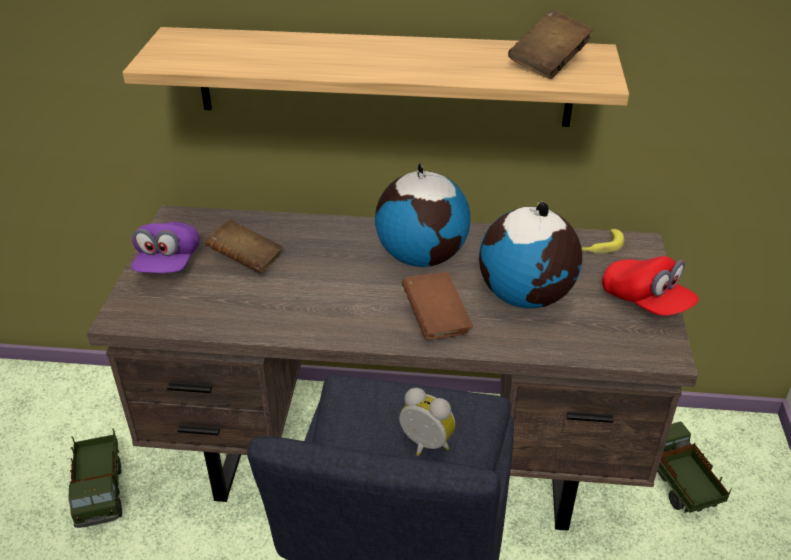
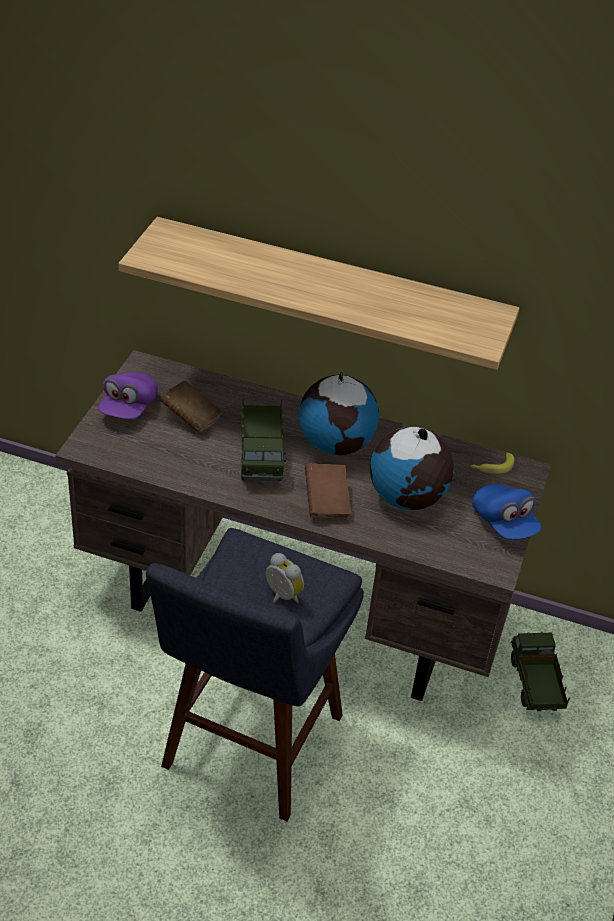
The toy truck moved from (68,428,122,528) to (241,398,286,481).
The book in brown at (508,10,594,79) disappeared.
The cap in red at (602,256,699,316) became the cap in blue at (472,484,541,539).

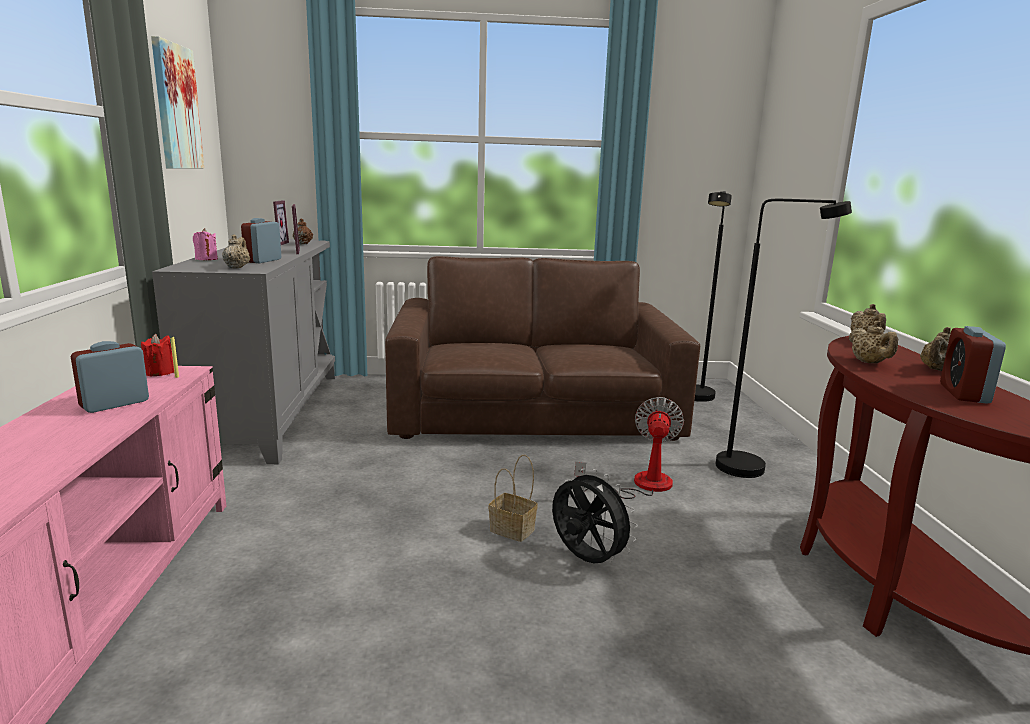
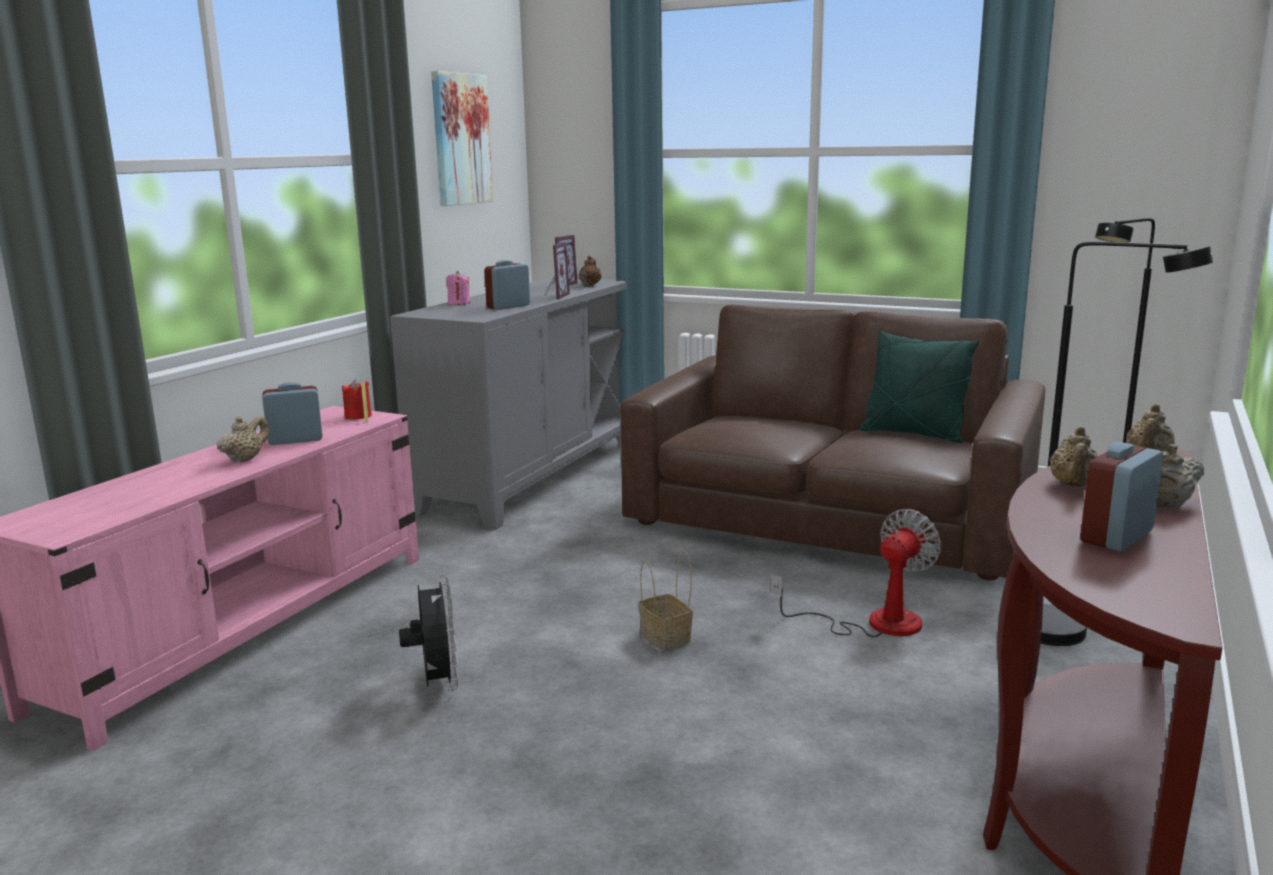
The teapot in beige moved from (222,234,250,269) to (217,416,269,463).
The fan in black moved from (552,469,638,563) to (399,575,459,691).
The pillow in green at (860,330,979,443) appeared.

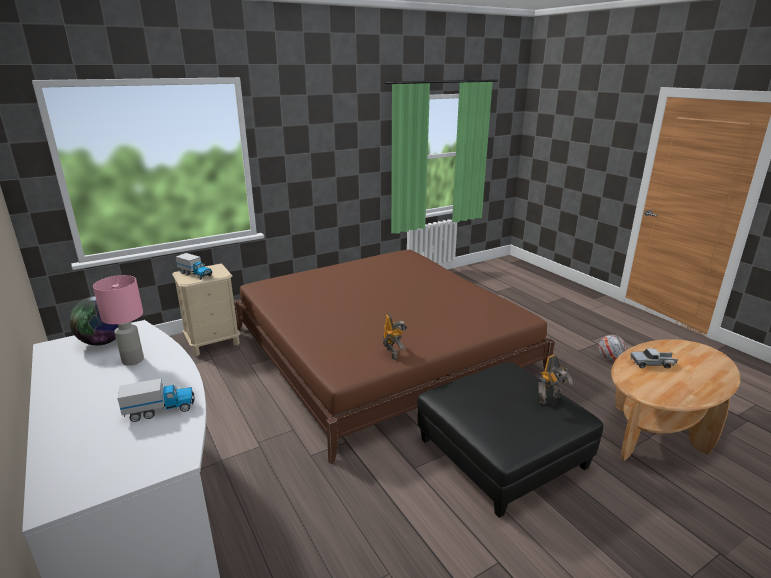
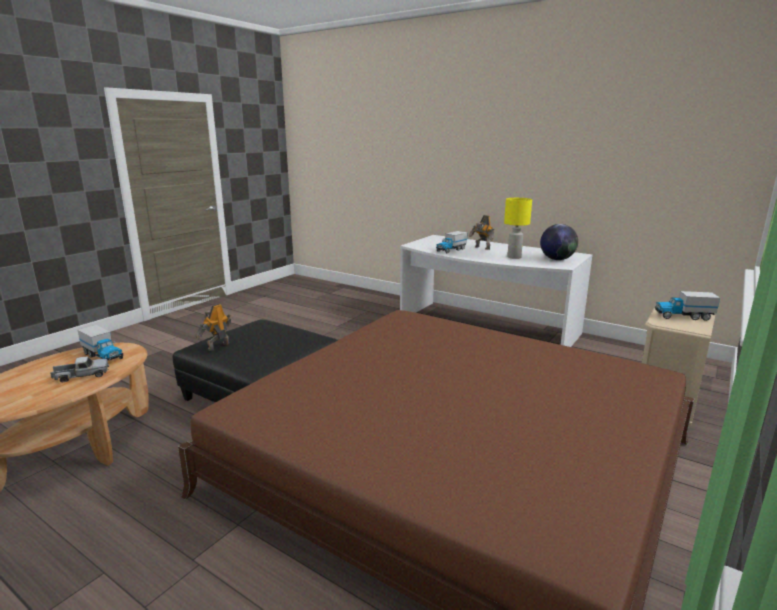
The table lamp in pink at (93,275,144,366) became the table lamp in yellow at (504,198,532,259).
The toy robot moved from (383,314,407,360) to (469,215,494,250).
The football at (598,335,626,361) disappeared.
The toy truck at (78,325,123,360) appeared.

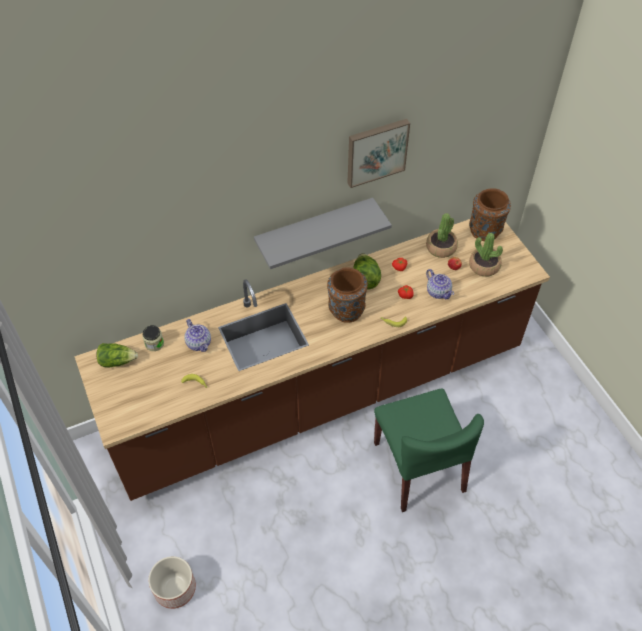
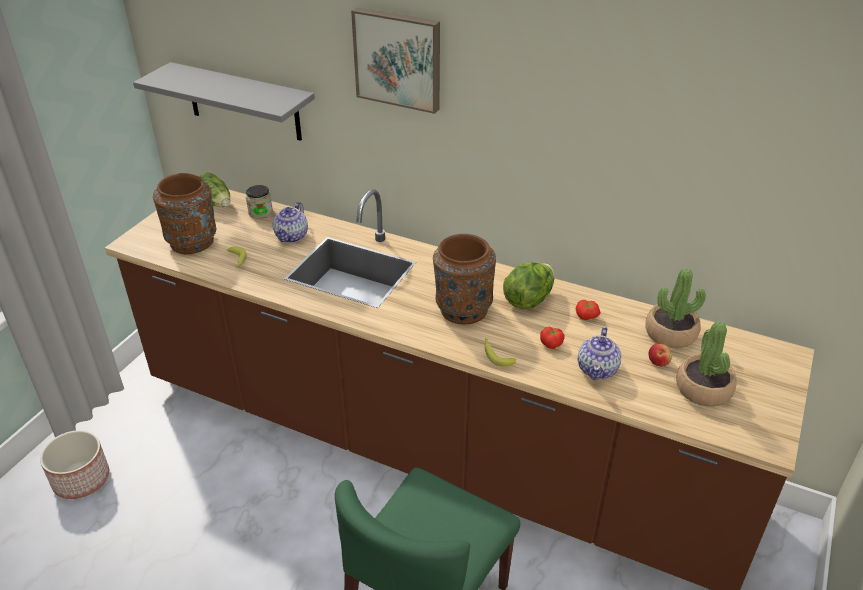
The shelf in grey moved from (254,198,392,269) to (133,62,315,141).
The picture moved from (347,119,410,188) to (351,7,440,114).
The vase in brown moved from (469,188,511,241) to (153,173,216,254).

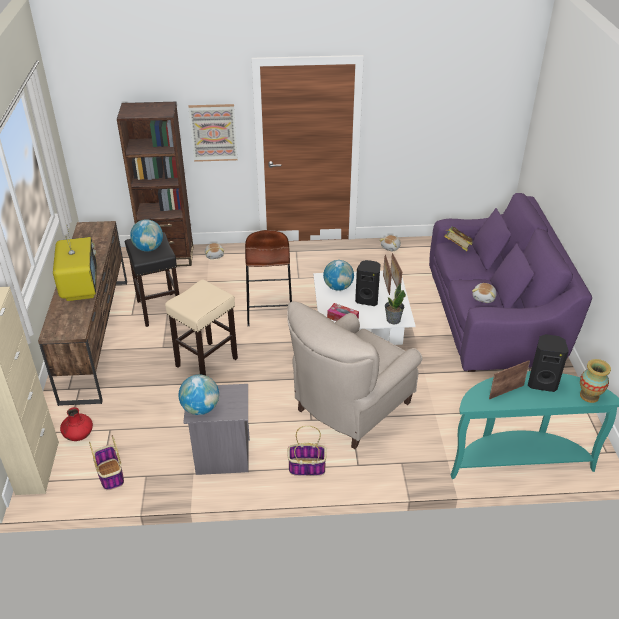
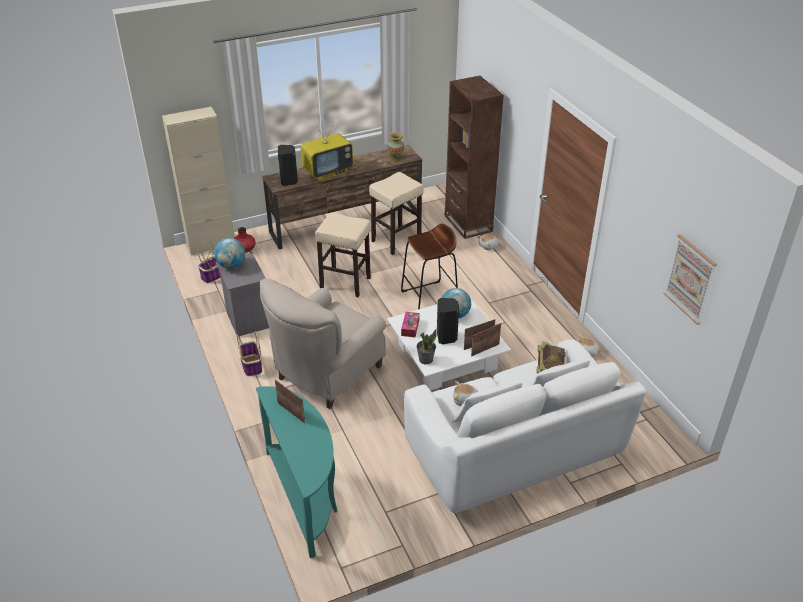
The stool in black at (125,232,179,327) became the stool in beige at (369,172,424,255).
The globe at (130,219,163,252) disappeared.
The picture moved from (188,104,238,162) to (663,234,717,325).
The armchair in beige at (287,301,422,449) turned 75 degrees counterclockwise.
The sofa in purple at (429,193,592,372) became the sofa in white at (404,339,646,513).
The speaker in black moved from (528,334,569,392) to (278,145,298,186).
The vase moved from (580,359,611,403) to (387,132,404,162).

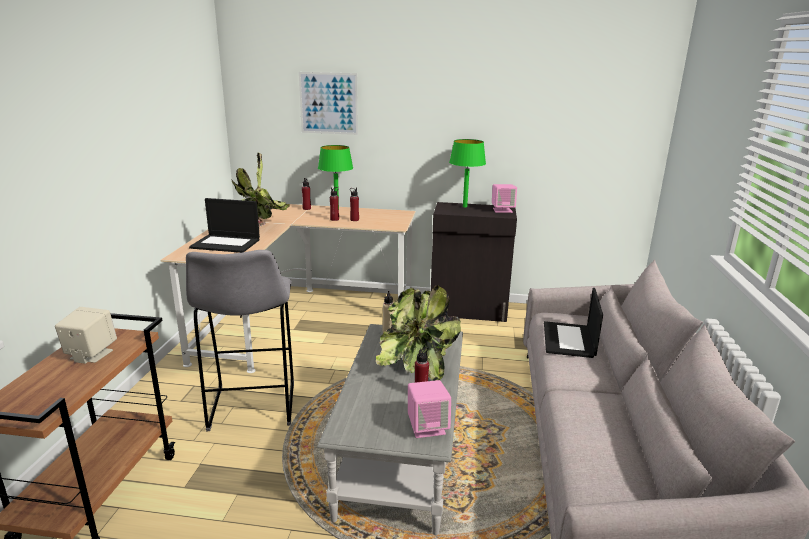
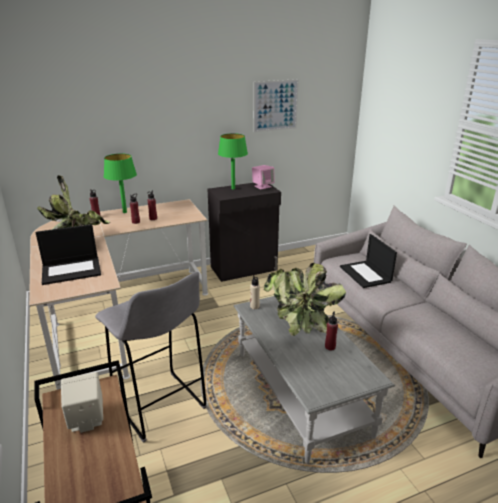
The picture moved from (299,72,358,135) to (254,79,299,132).
The speaker in pink at (408,380,451,438) disappeared.

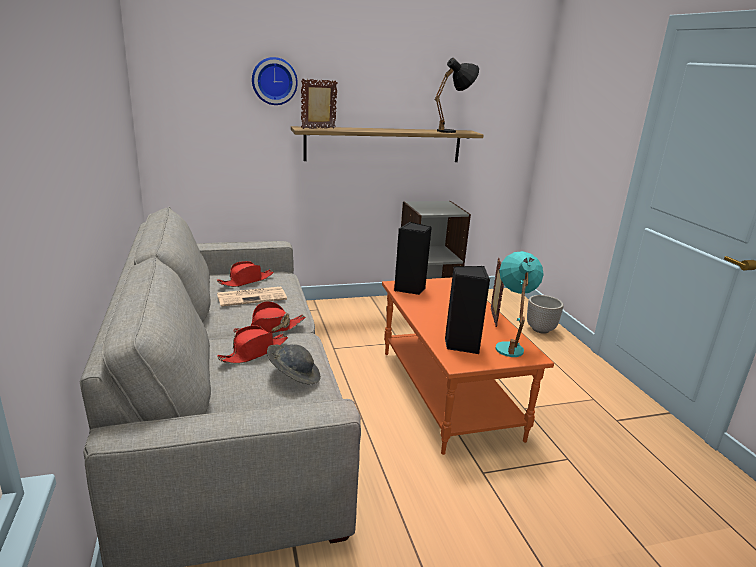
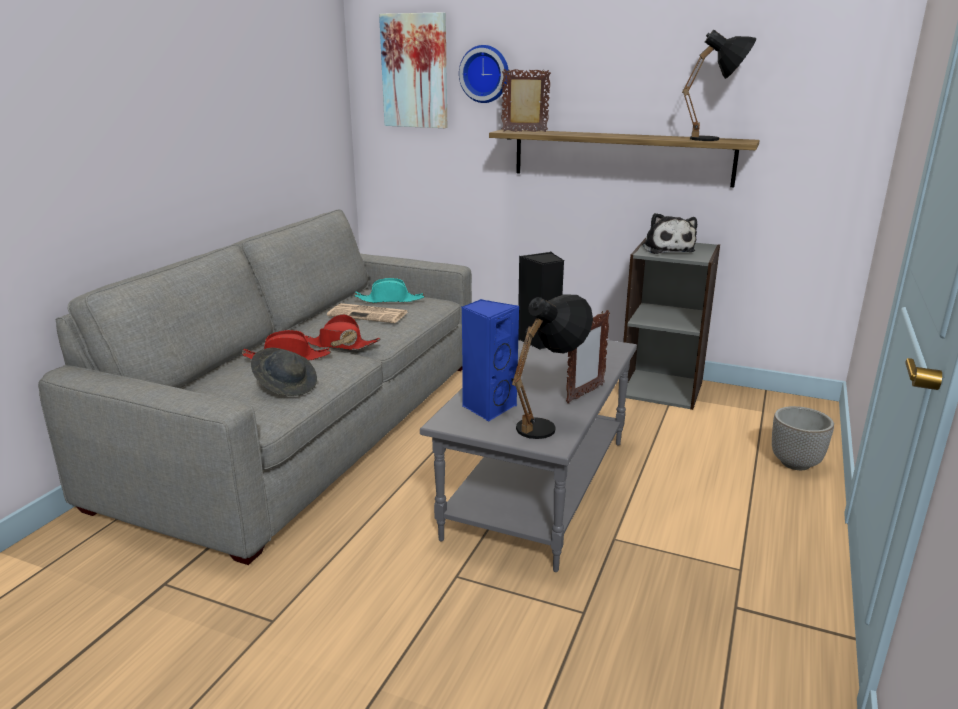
The hat in red at (217,261,274,287) became the hat in turquoise at (354,278,425,303).
The coffee table in orange at (382,278,554,455) became the coffee table in grey at (420,340,637,572).
The speaker in black at (445,266,490,354) became the speaker in blue at (462,299,519,422).
The table lamp in turquoise at (495,251,544,357) became the table lamp in black at (511,294,593,439).
The picture at (379,12,447,128) appeared.
The plush toy at (642,213,697,254) appeared.

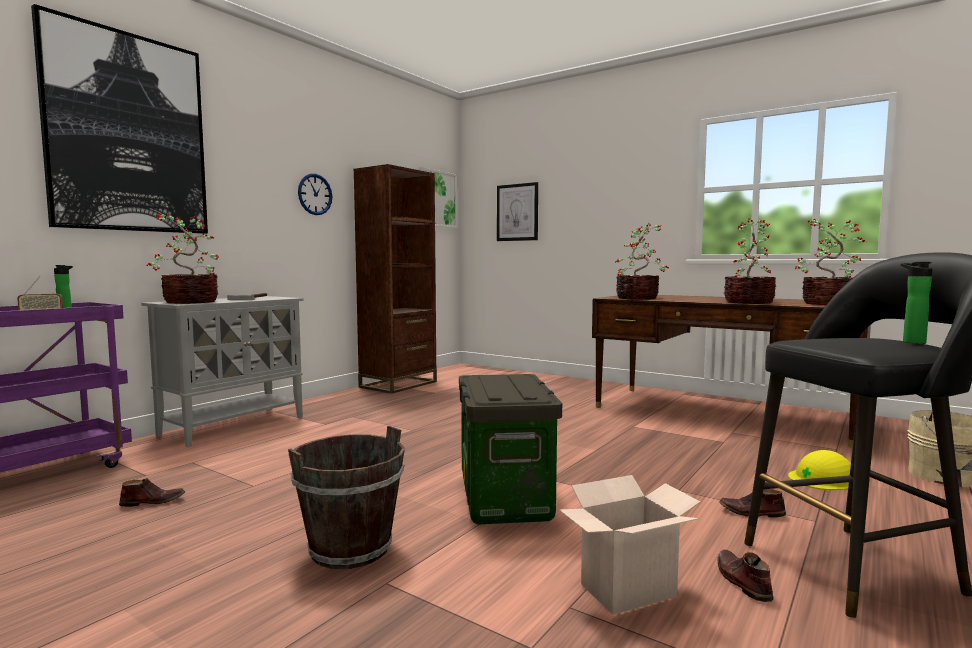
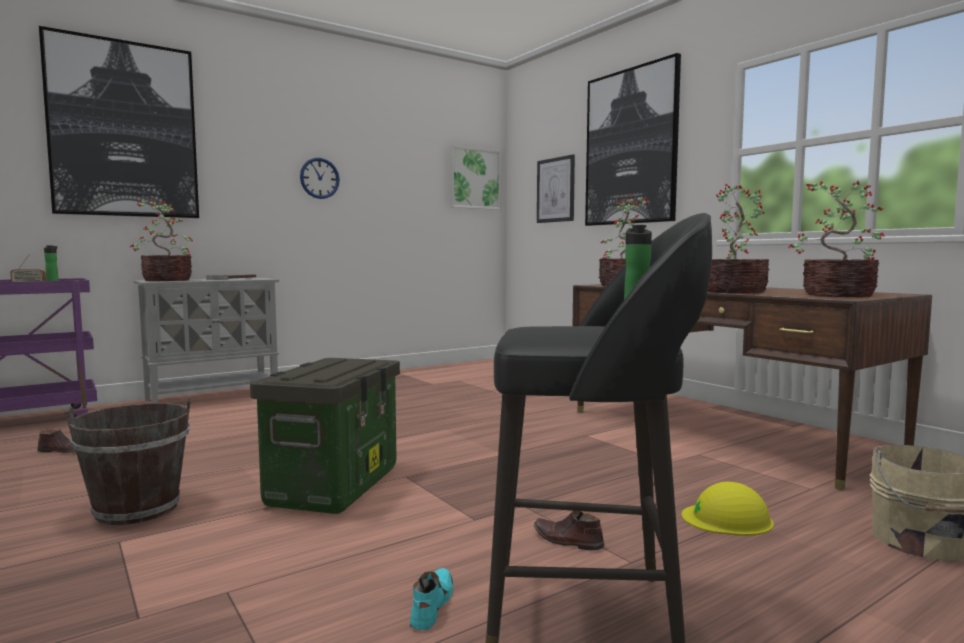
The bookcase in brown at (353,164,437,394) disappeared.
The cardboard box at (559,475,700,615) disappeared.
The shoe in brown at (717,550,773,602) became the shoe in turquoise at (410,568,453,630).
The picture at (585,53,681,226) appeared.

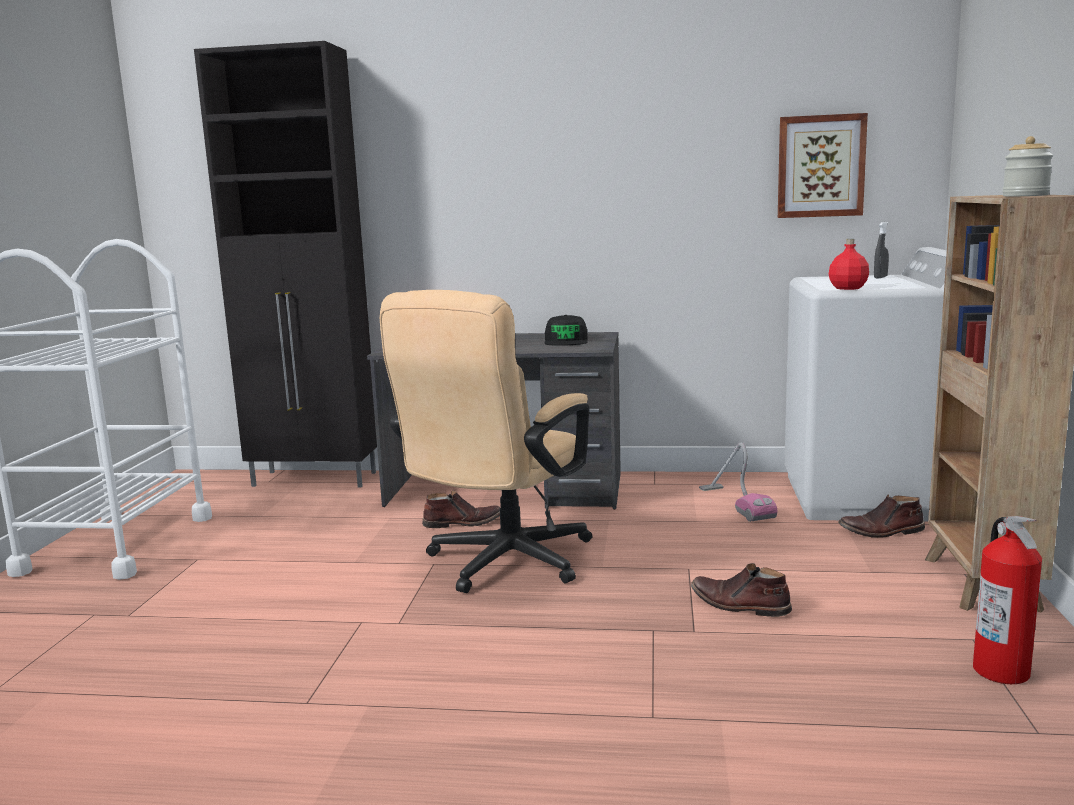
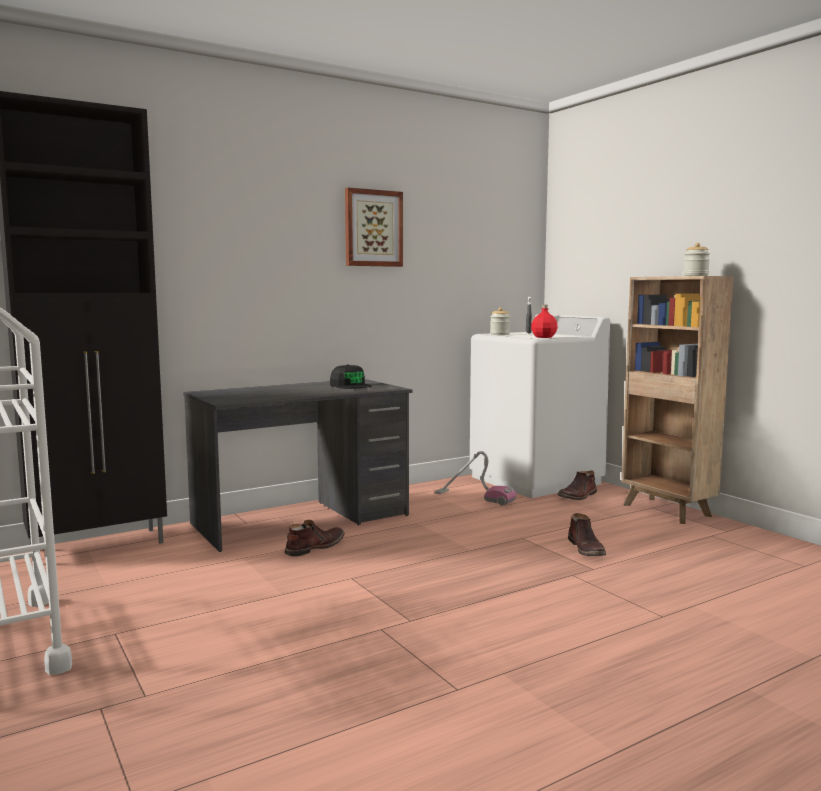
The office chair in beige at (380,290,592,593) disappeared.
The boot in brown at (691,563,792,617) turned 90 degrees counterclockwise.
The picture moved from (778,113,868,218) to (345,187,403,267).
The fire extinguisher at (973,516,1042,684) disappeared.
The jar at (490,307,510,335) appeared.

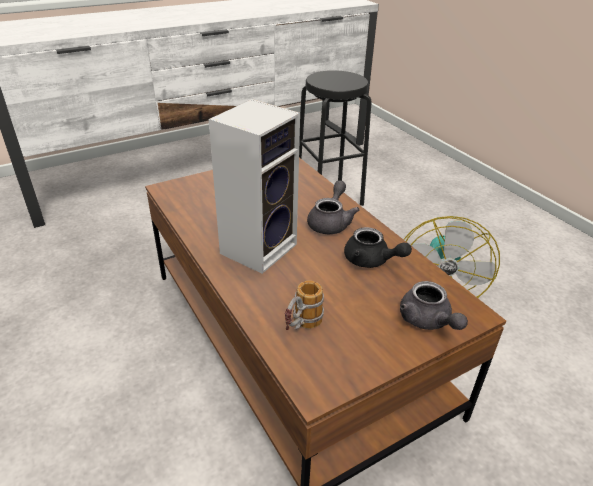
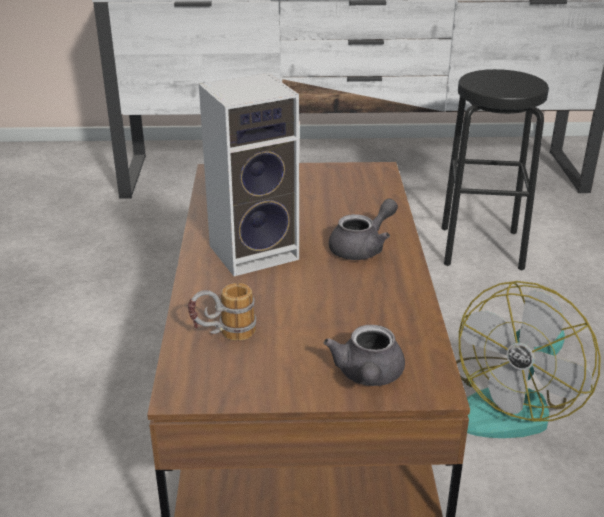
The teapot in black at (344,227,412,268) disappeared.

